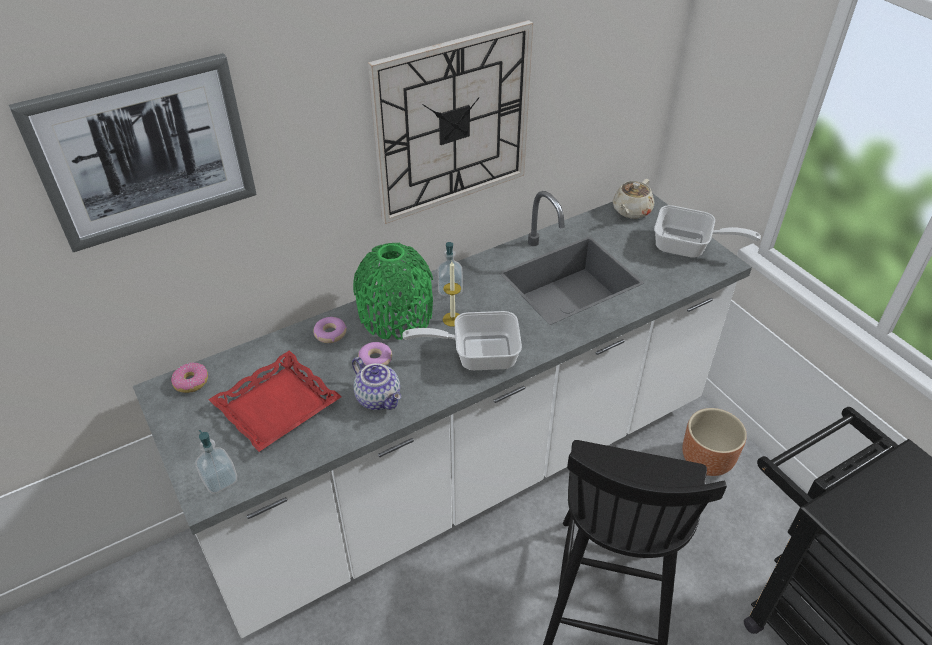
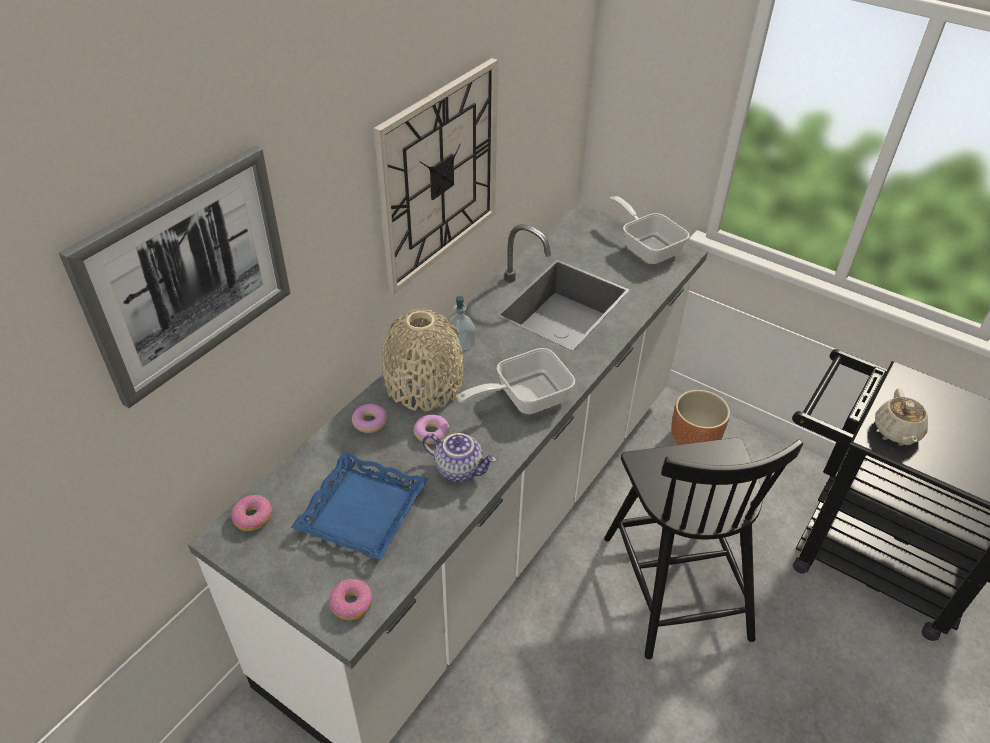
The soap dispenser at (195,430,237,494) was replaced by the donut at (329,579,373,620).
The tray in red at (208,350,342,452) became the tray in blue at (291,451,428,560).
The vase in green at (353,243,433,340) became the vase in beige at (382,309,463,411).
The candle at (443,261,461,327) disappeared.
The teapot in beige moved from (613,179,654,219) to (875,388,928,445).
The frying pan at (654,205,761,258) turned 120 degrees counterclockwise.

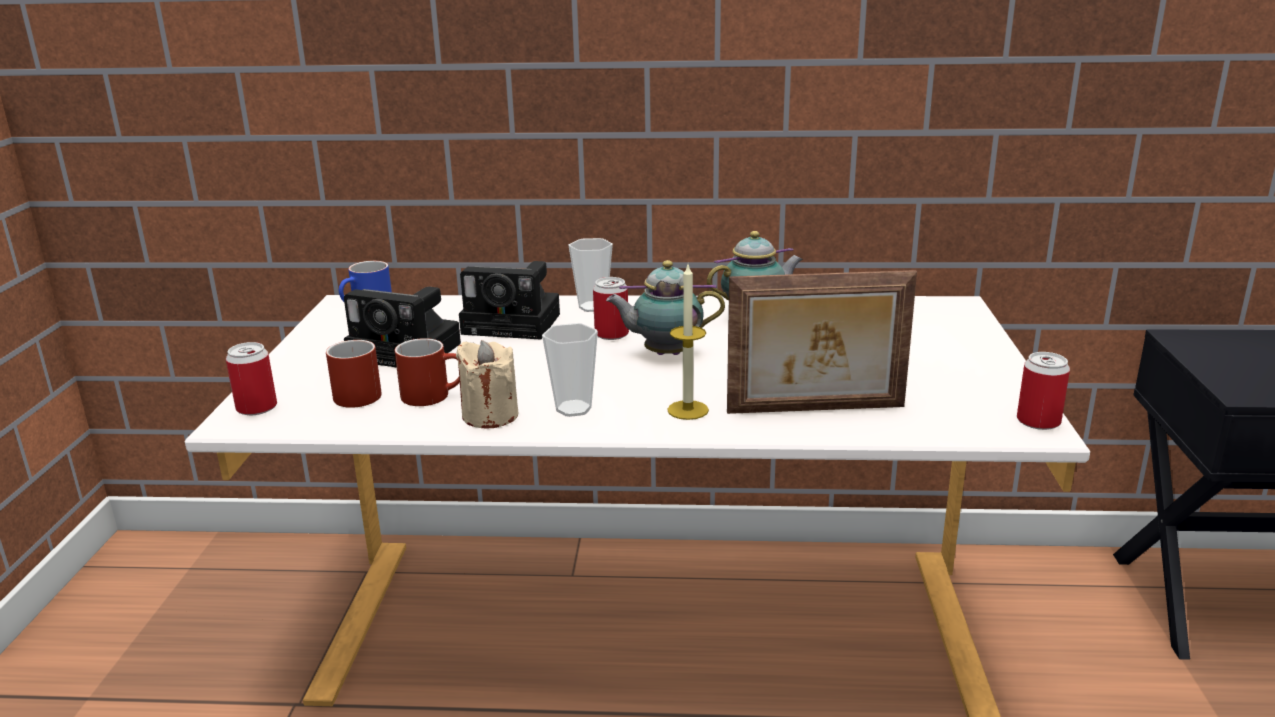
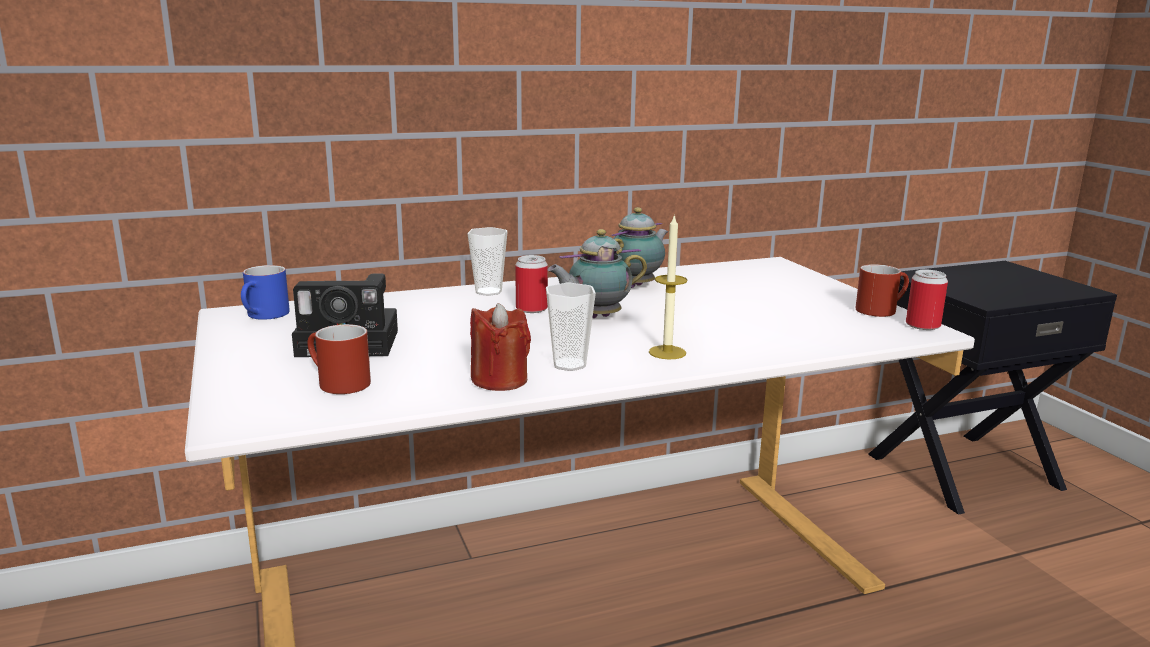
The can at (226,342,277,415) disappeared.
The mug in red moved from (395,338,460,406) to (856,264,909,317).
The candle in beige at (456,340,518,428) became the candle in red at (470,303,531,391).
The photo camera at (459,261,560,340) disappeared.
The picture frame at (727,270,917,414) disappeared.

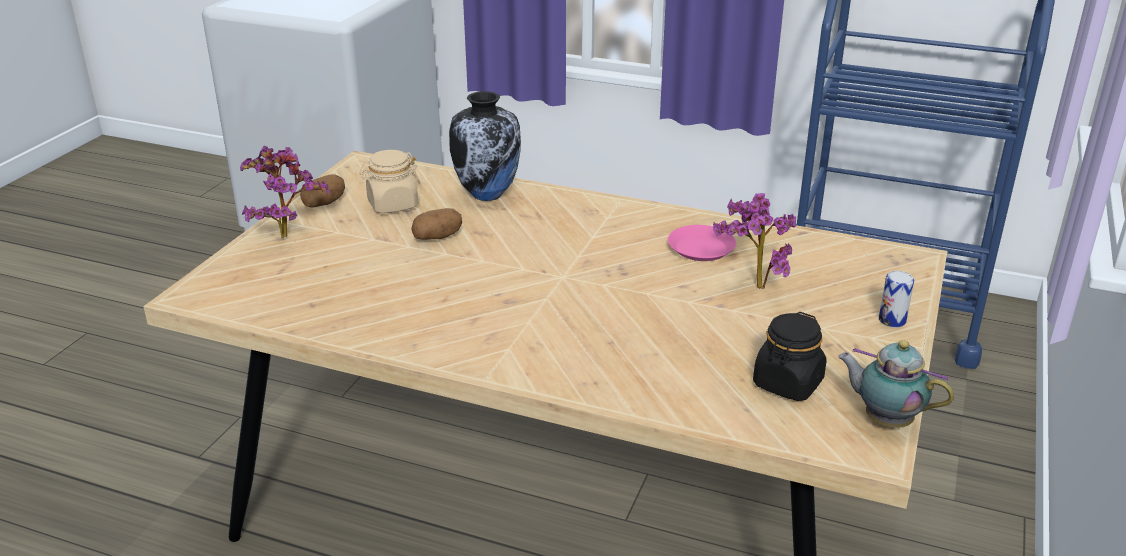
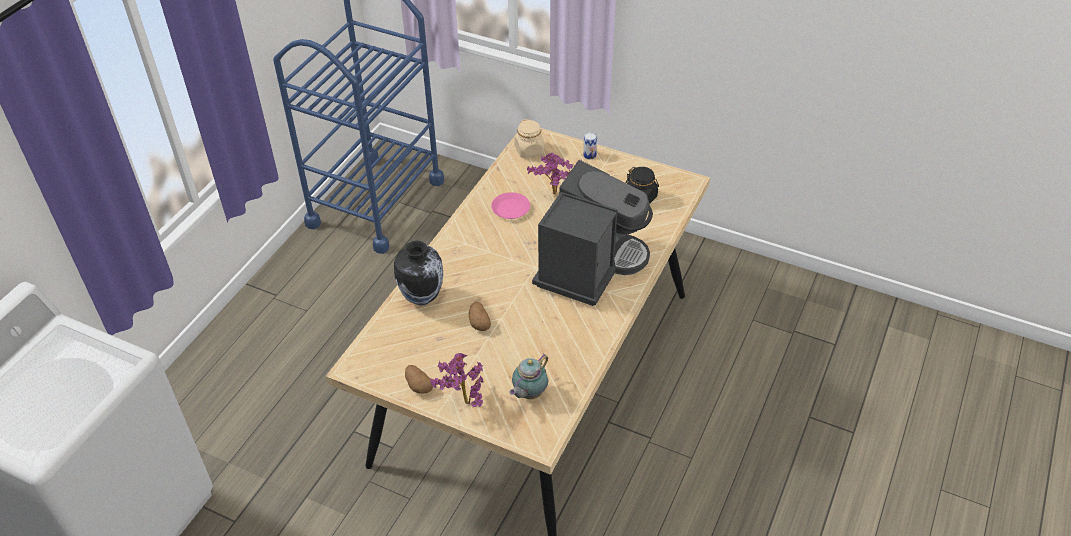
The jar in beige moved from (359,150,420,213) to (514,119,545,158).
The teapot moved from (838,340,954,428) to (509,353,548,399).
The coffee machine at (532,160,653,306) appeared.

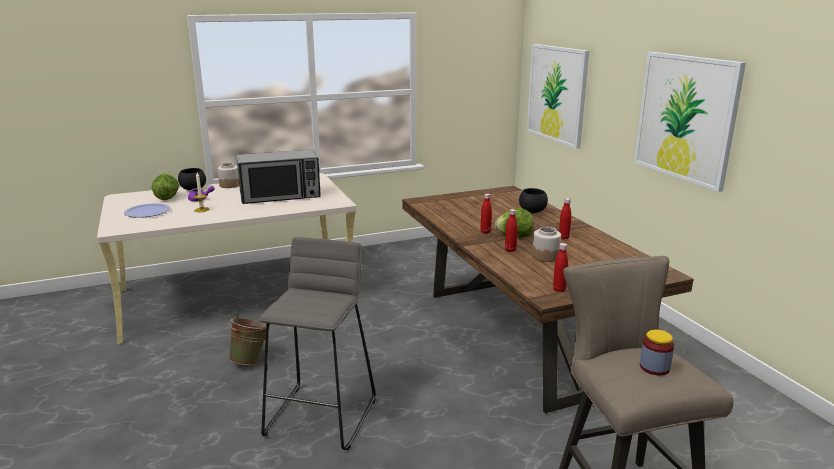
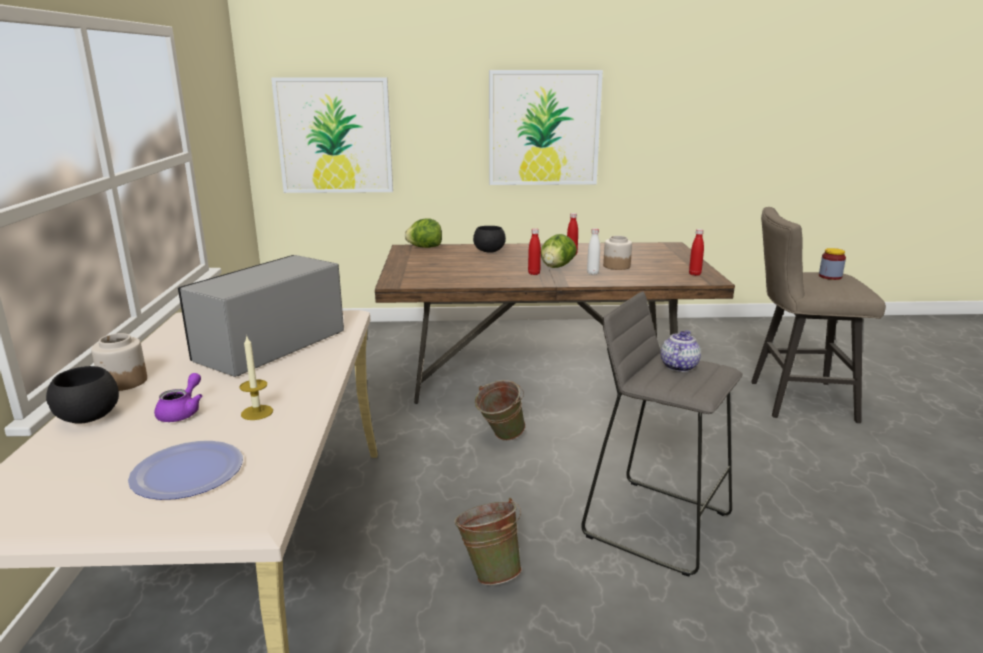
The lettuce moved from (152,174,179,200) to (405,218,442,248).
The microwave at (236,150,321,204) turned 150 degrees counterclockwise.
The bottle in red at (505,209,518,252) became the bottle in white at (587,228,600,275).
The bucket in green at (475,380,526,441) appeared.
The teapot at (660,330,701,372) appeared.

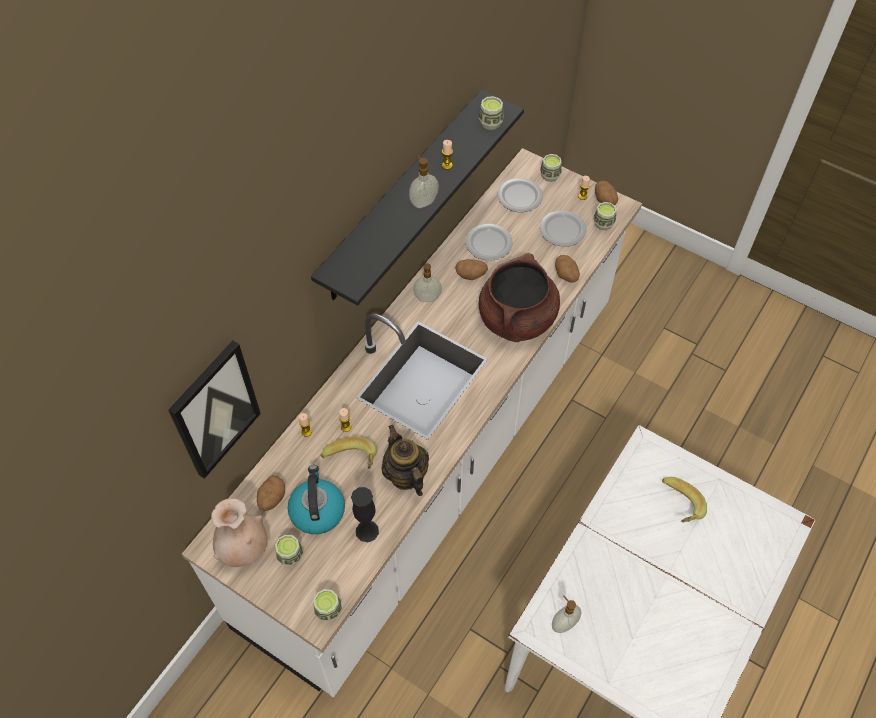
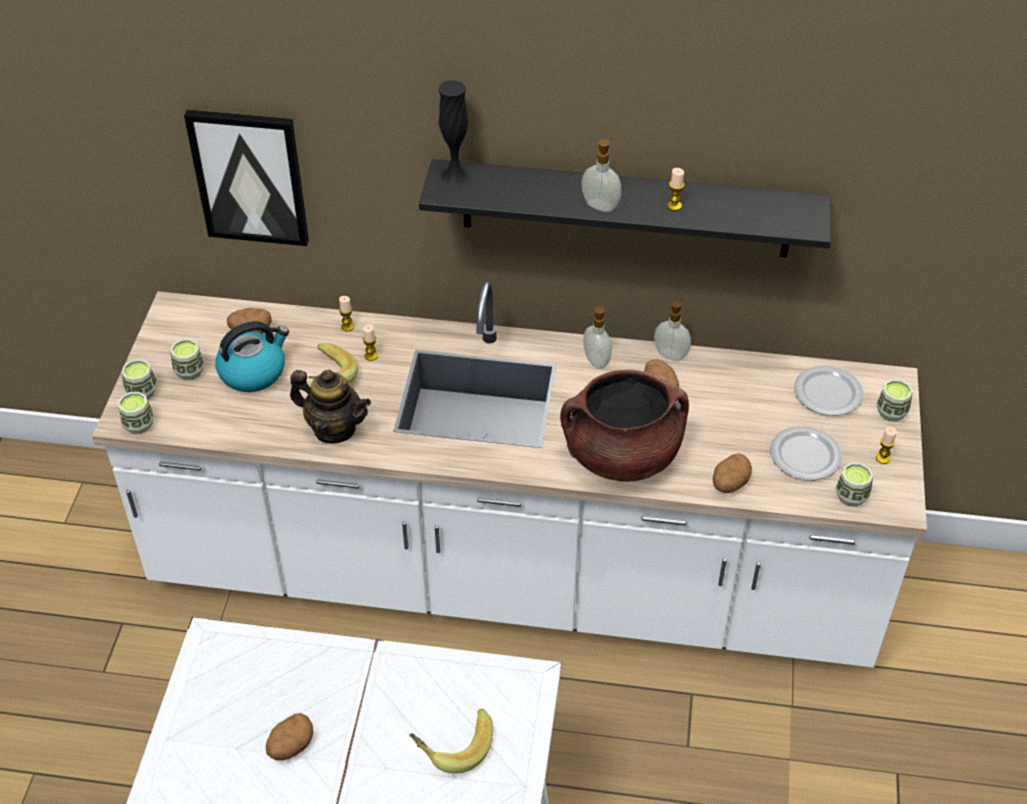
The vase in beige at (211,499,268,567) disappeared.
The vase in black moved from (351,487,379,542) to (438,80,471,186).
The teapot at (381,425,429,496) turned 75 degrees clockwise.
The plate at (466,224,513,260) disappeared.
The cup moved from (479,96,504,130) to (122,359,157,399).
The soap dispenser moved from (552,596,582,633) to (654,298,691,361).
The potato moved from (595,181,618,205) to (266,713,313,760).

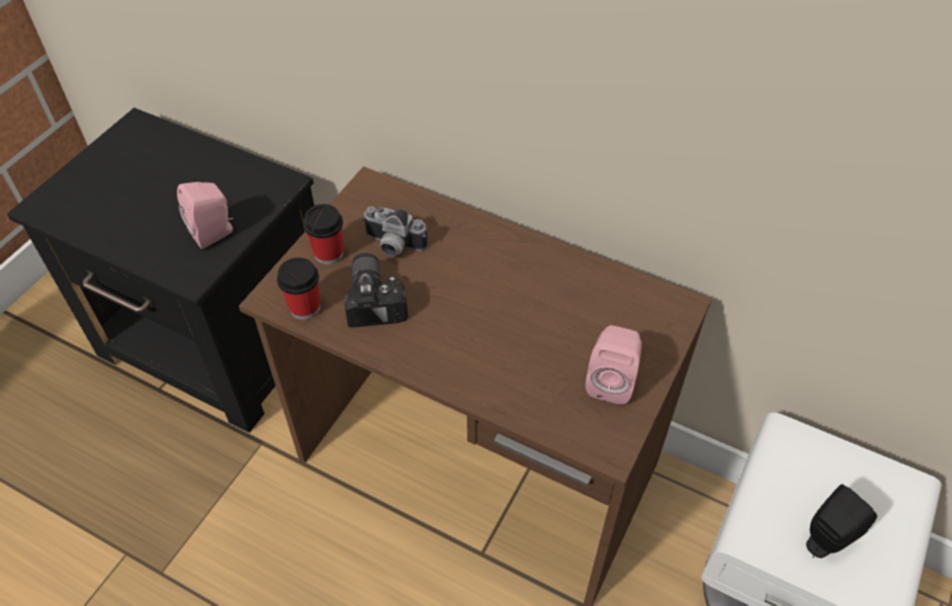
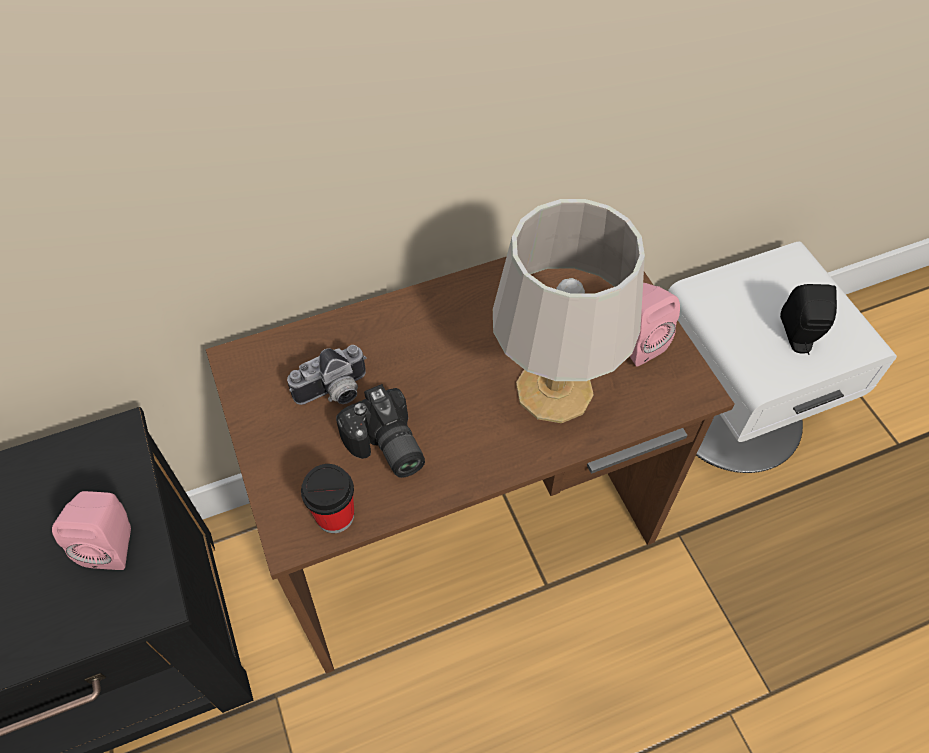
The cup at (303,204,343,265) disappeared.
The photo camera at (345,253,408,327) turned 150 degrees counterclockwise.
The table lamp in grey at (493,199,645,423) appeared.

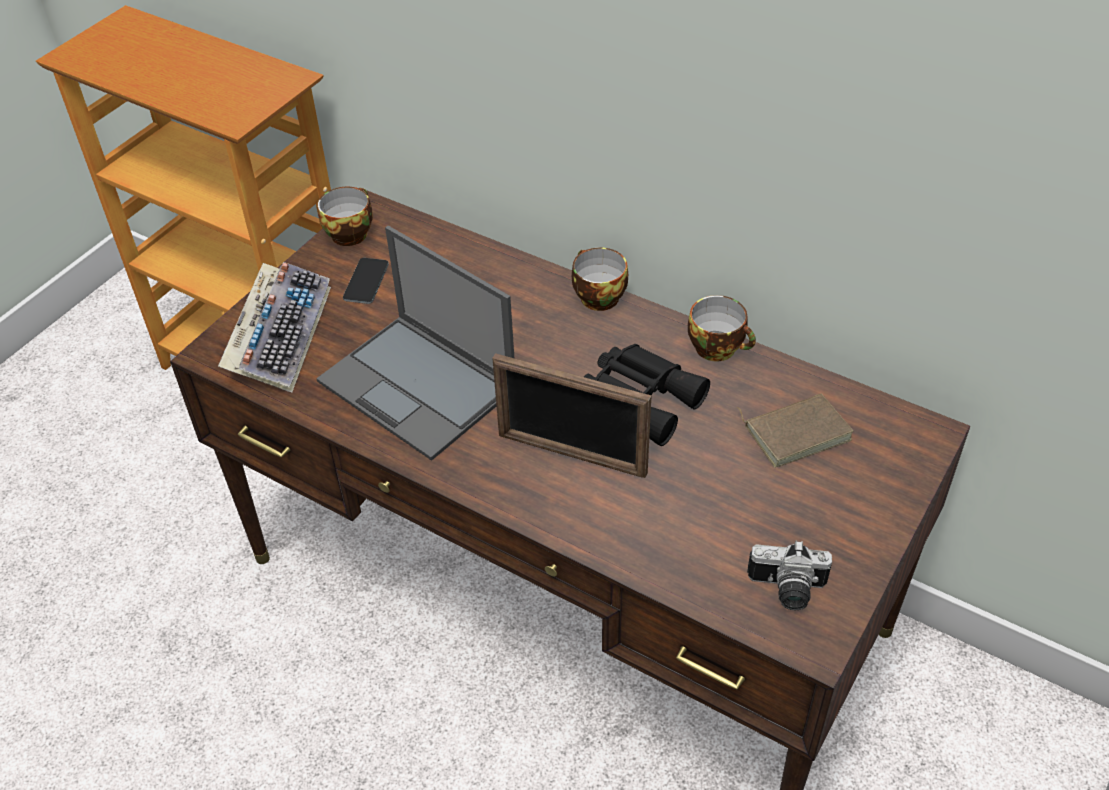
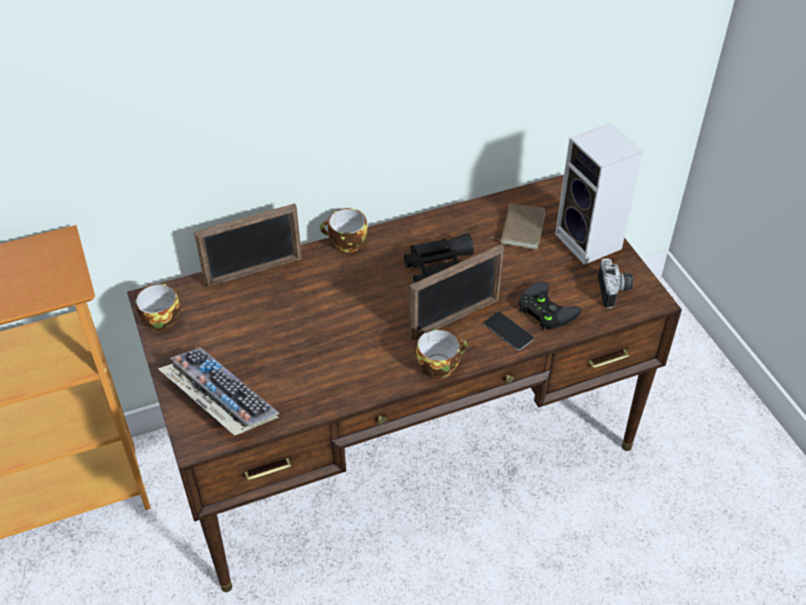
The laptop at (316,226,514,461) disappeared.
The phone moved from (343,258,389,304) to (484,312,534,350).
The cup moved from (688,295,756,361) to (416,329,468,379).
The photo camera at (747,541,832,610) turned 45 degrees counterclockwise.
The picture frame at (194,203,302,288) appeared.
The game controller in black at (519,282,581,330) appeared.
The speaker at (555,123,643,265) appeared.

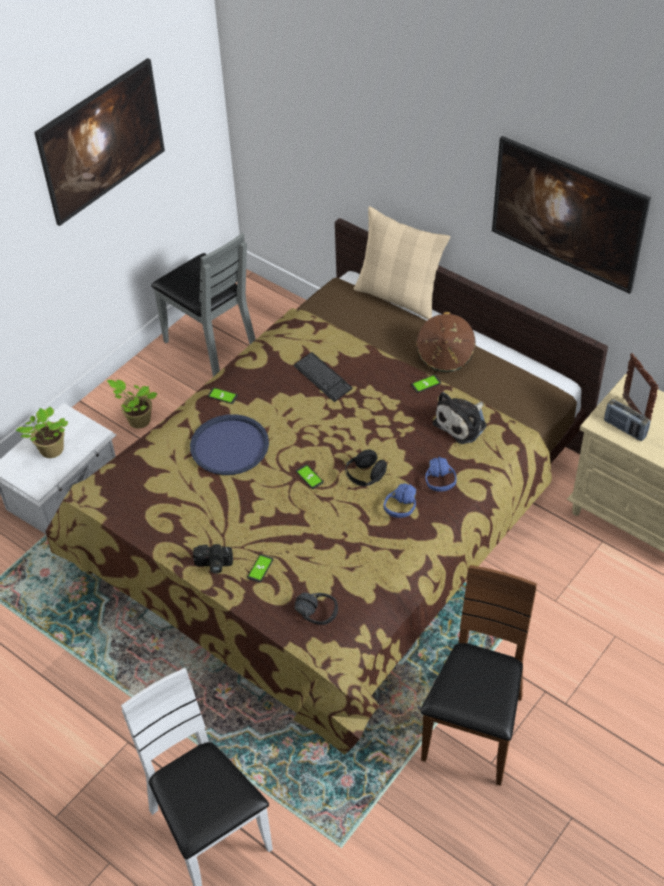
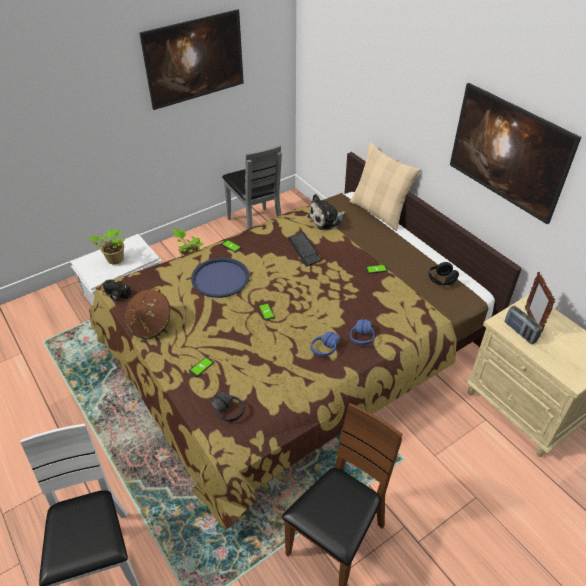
The photo camera moved from (193,544,233,574) to (103,280,132,301).
The headphones in black moved from (345,450,387,487) to (428,262,459,285).
The hat in brown moved from (416,312,475,372) to (125,288,170,339).
The plush toy moved from (433,392,487,444) to (307,194,345,231).

